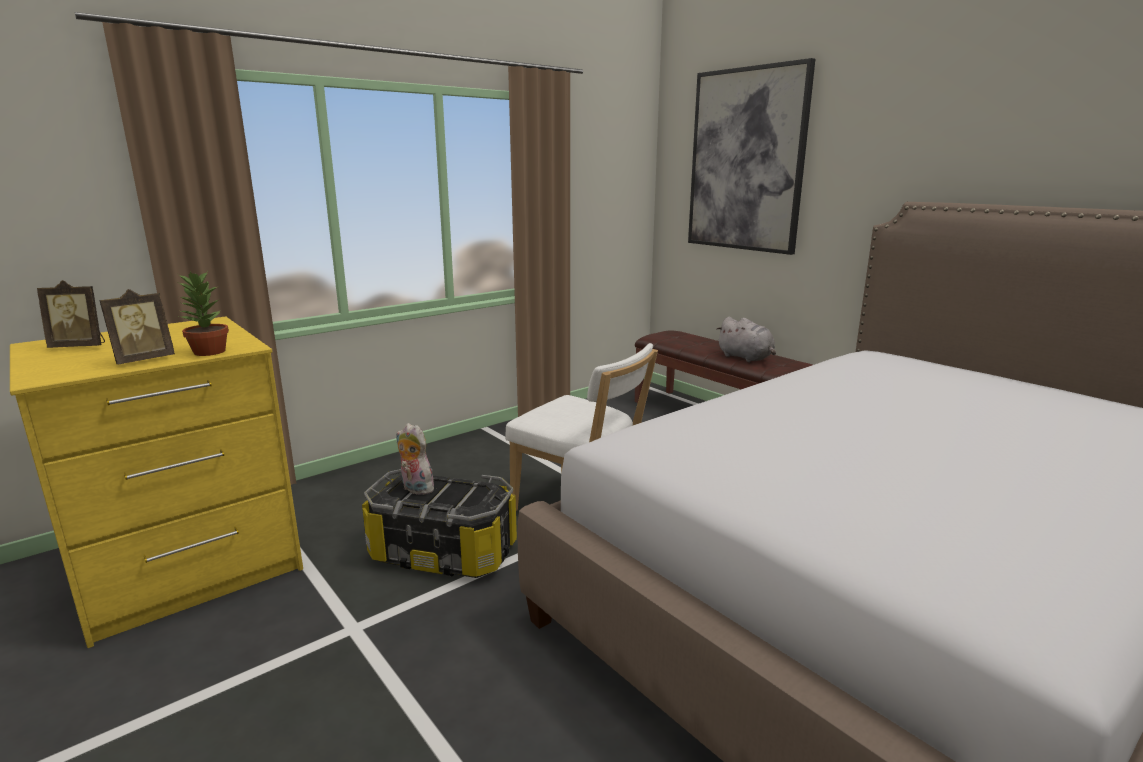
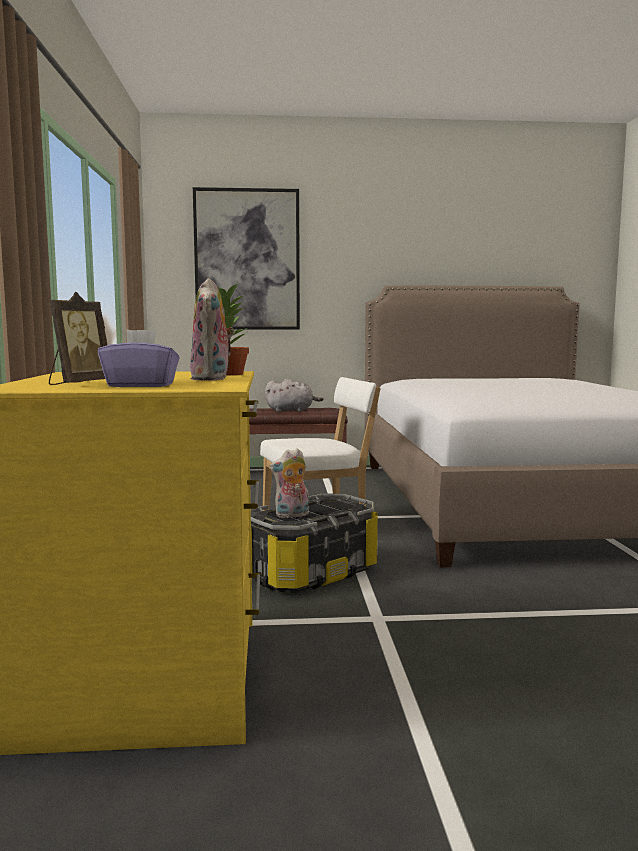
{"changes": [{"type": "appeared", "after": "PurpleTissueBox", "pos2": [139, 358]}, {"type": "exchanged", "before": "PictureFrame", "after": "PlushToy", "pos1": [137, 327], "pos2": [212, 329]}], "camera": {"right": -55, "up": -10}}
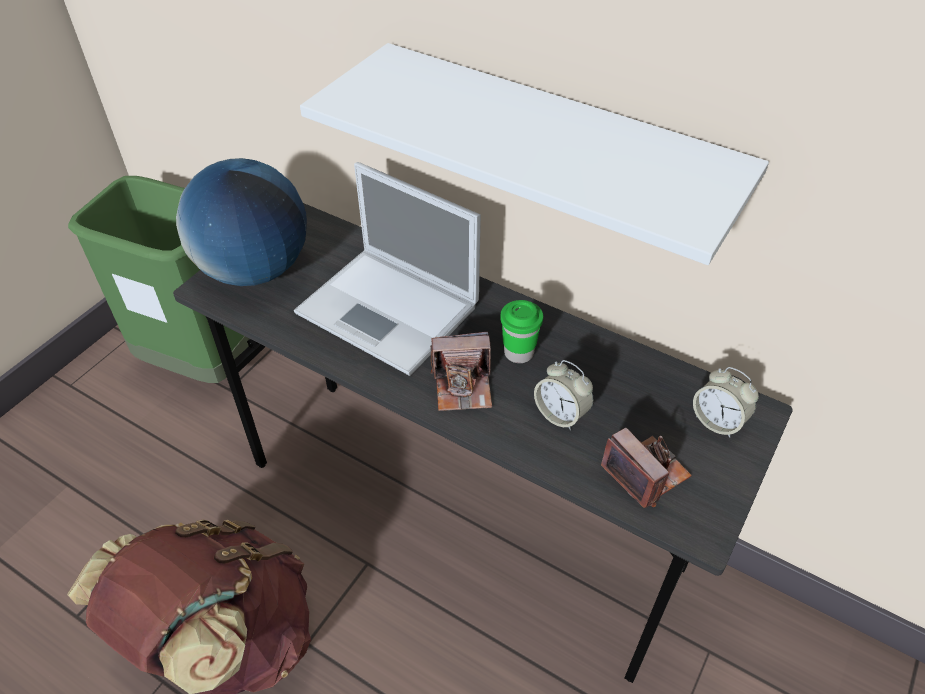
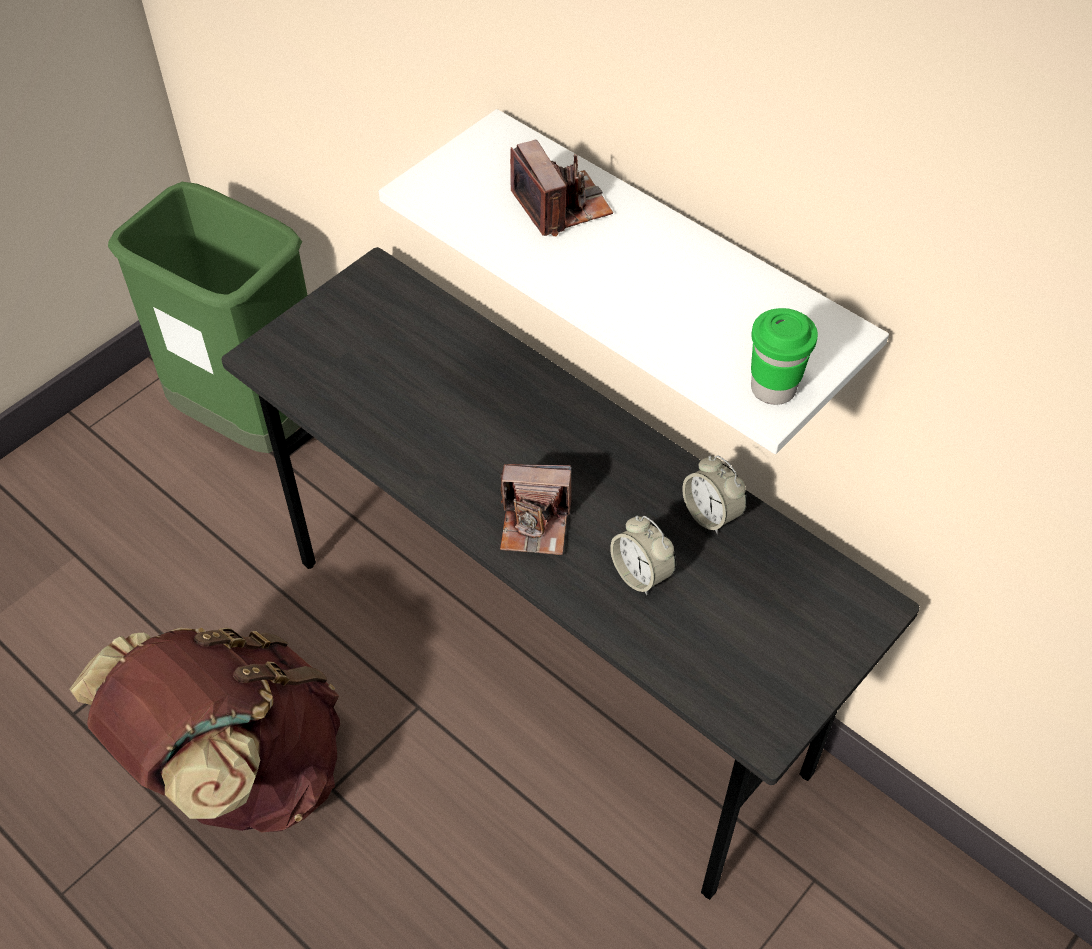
{"changes": [{"type": "missing", "before": "Globe", "pos1": [241, 222]}, {"type": "missing", "before": "Laptop", "pos1": [387, 269]}, {"type": "relocated", "before": "GreenCup", "pos1": [521, 331], "pos2": [784, 356]}, {"type": "relocated", "before": "PhotoCamera", "pos1": [646, 468], "pos2": [561, 188]}, {"type": "relocated", "before": "AlarmClock", "pos1": [726, 402], "pos2": [714, 494]}], "camera": {"right": 10, "up": 5}}
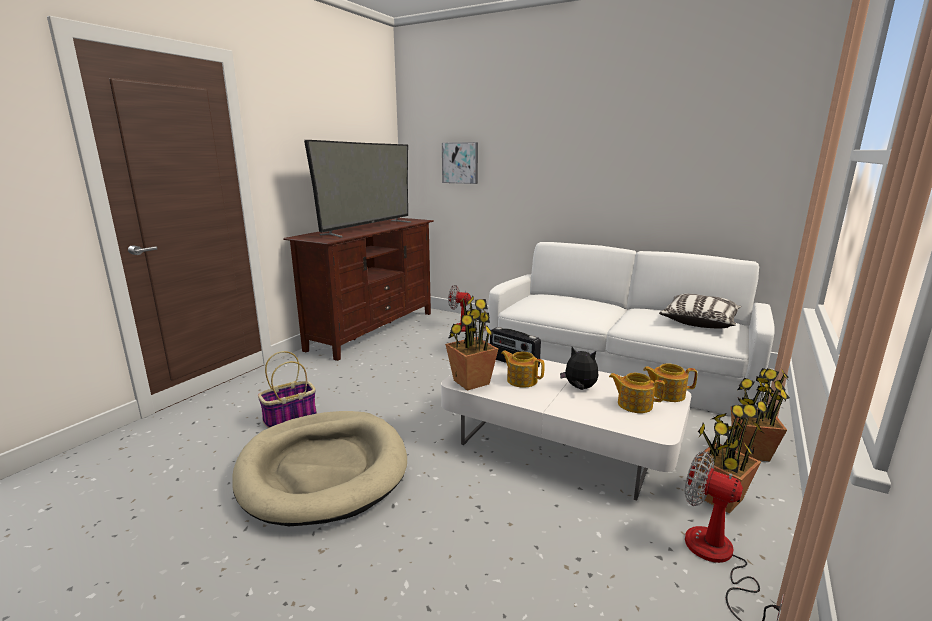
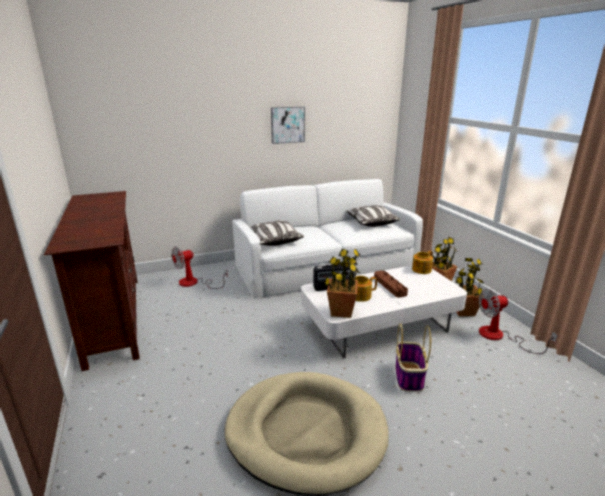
{"changes": [{"type": "missing", "before": "Television", "pos1": [357, 189]}, {"type": "missing", "before": "Teapot", "pos1": [637, 393]}, {"type": "appeared", "after": "Pillow", "pos2": [277, 233]}, {"type": "relocated", "before": "Basket", "pos1": [287, 389], "pos2": [413, 357]}, {"type": "relocated", "before": "Picture", "pos1": [460, 163], "pos2": [288, 125]}, {"type": "exchanged", "before": "PlushToy", "after": "BrownTray", "pos1": [579, 368], "pos2": [391, 284]}], "camera": {"right": -50, "up": 5}}
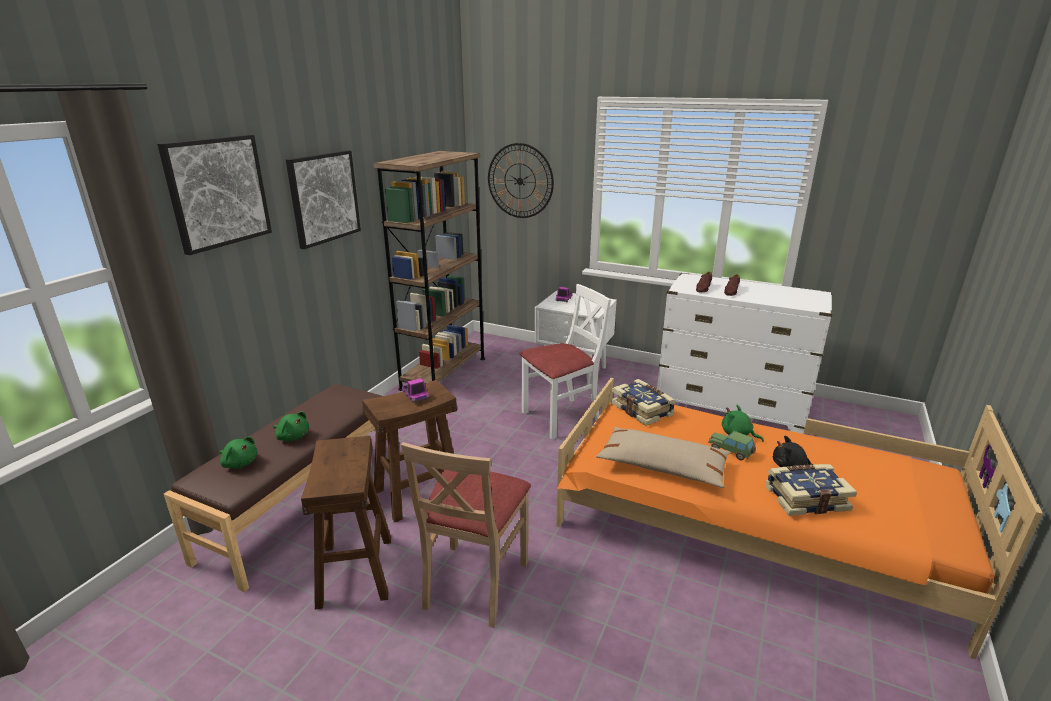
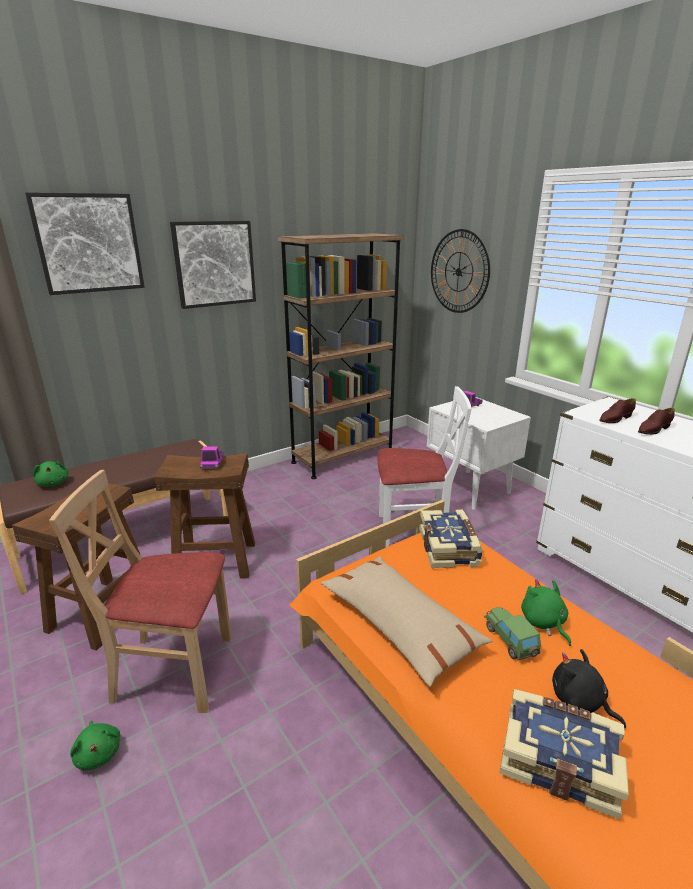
{"changes": [{"type": "relocated", "before": "GreenPlushToy", "pos1": [291, 426], "pos2": [95, 746]}, {"type": "spun", "before": "BeigeChair", "pos1": [466, 535], "pos2": [140, 591], "turn": 45}], "camera": {"right": 30, "up": 0}}
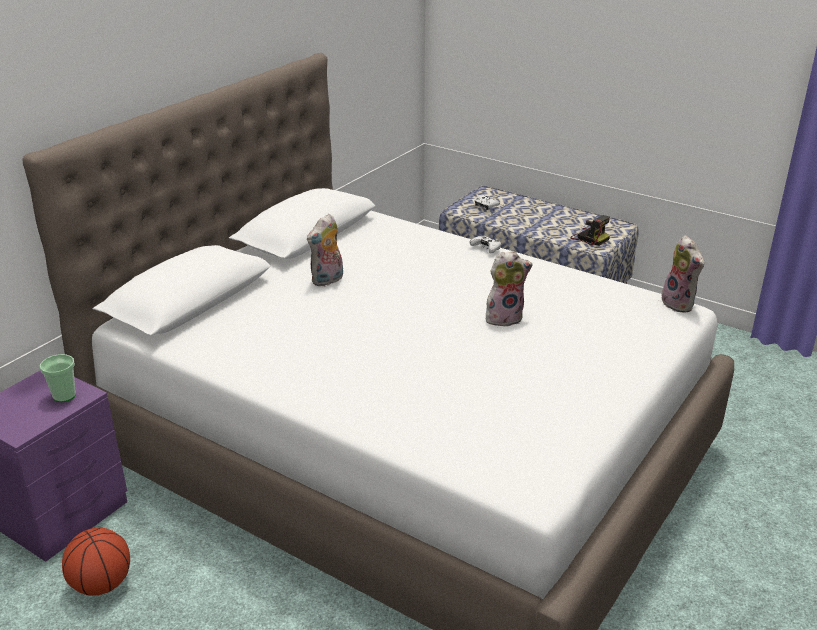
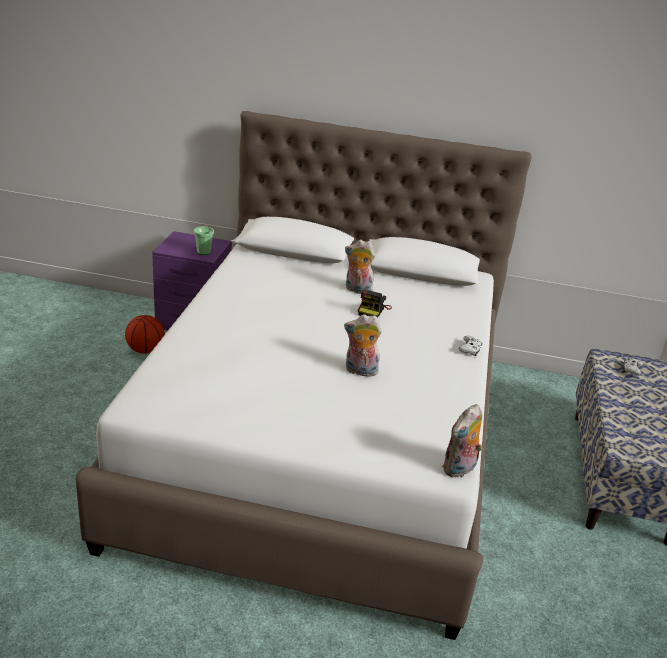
{"changes": [{"type": "relocated", "before": "PhotoCamera", "pos1": [590, 230], "pos2": [375, 303]}, {"type": "spun", "before": "PlushToy", "pos1": [509, 289], "pos2": [363, 345], "turn": 135}], "camera": {"right": 65, "up": 0}}
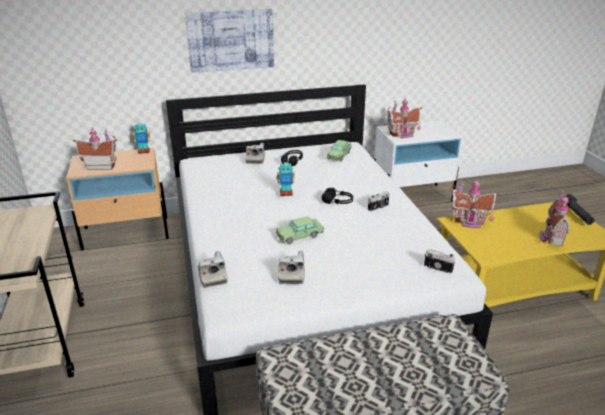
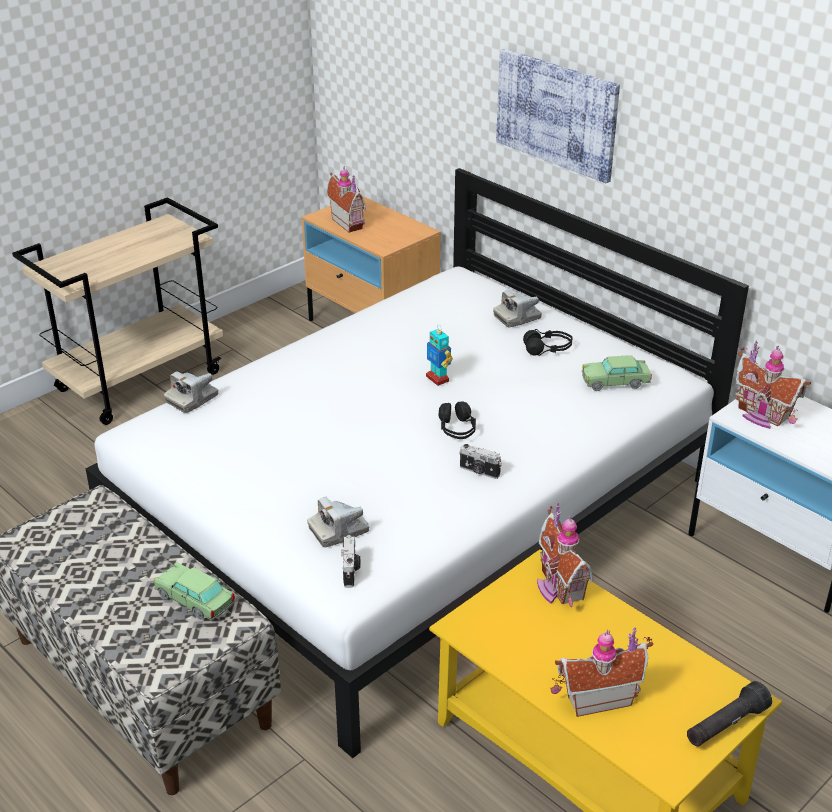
{"changes": [{"type": "missing", "before": "ToyRobot", "pos1": [141, 137]}, {"type": "relocated", "before": "ToyCar", "pos1": [300, 230], "pos2": [194, 591]}, {"type": "relocated", "before": "PhotoCamera", "pos1": [291, 267], "pos2": [338, 522]}], "camera": {"right": 60, "up": 5}}
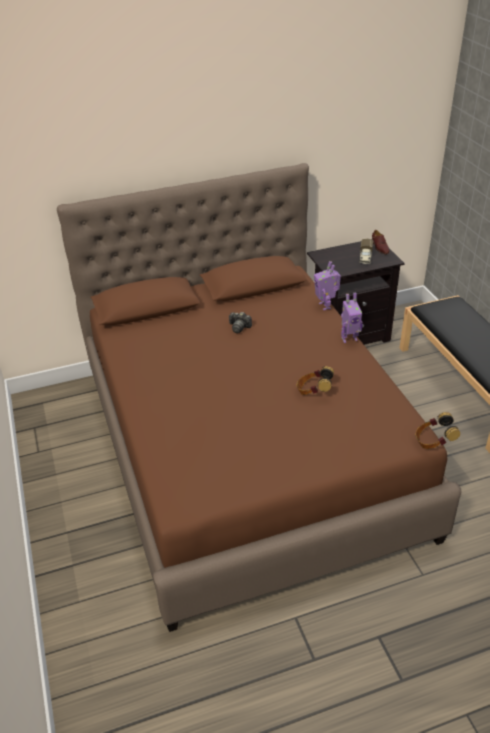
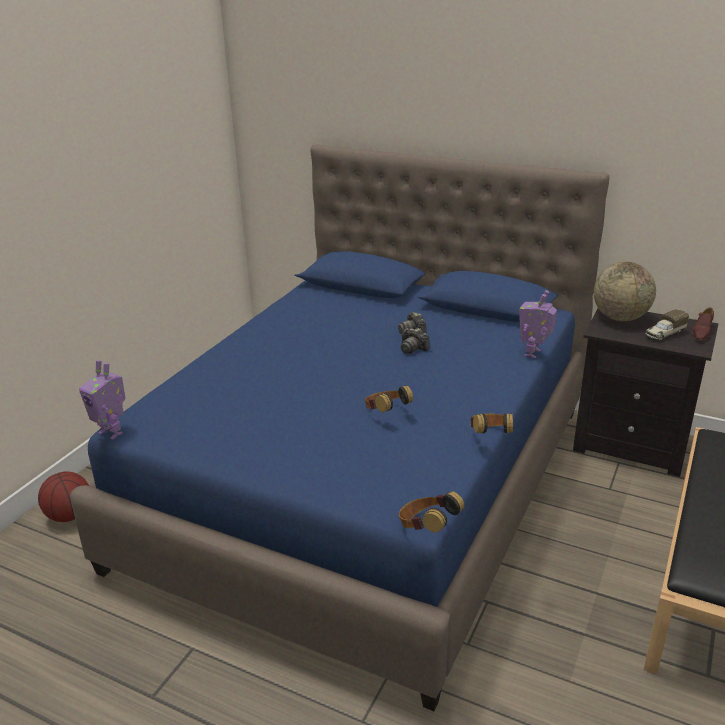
{"changes": [{"type": "appeared", "after": "Basketball", "pos2": [63, 496]}, {"type": "appeared", "after": "PhotoCamera", "pos2": [415, 341]}, {"type": "appeared", "after": "Headphones", "pos2": [491, 423]}, {"type": "appeared", "after": "Globe", "pos2": [625, 291]}, {"type": "relocated", "before": "ToyRobot", "pos1": [352, 318], "pos2": [102, 400]}, {"type": "colour", "before": "BrownBed", "after": "BlueBed", "pos1": [259, 397], "pos2": [339, 427]}], "camera": {"right": 45, "up": -10}}
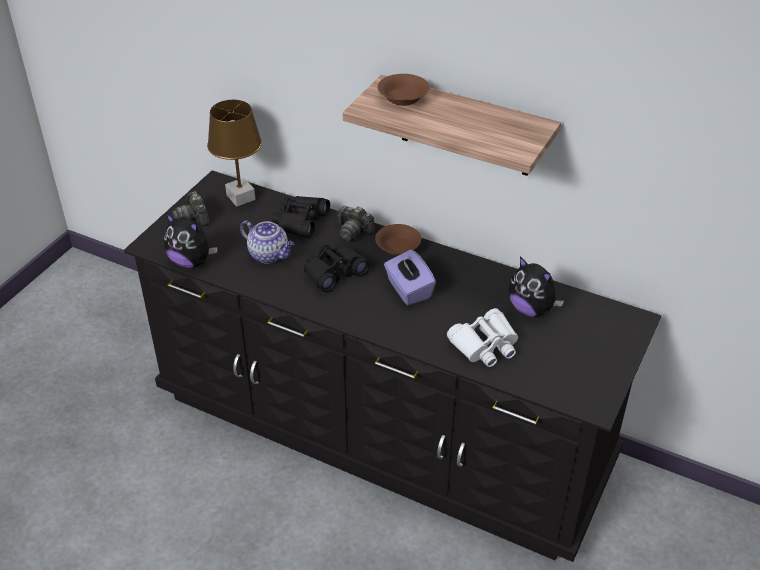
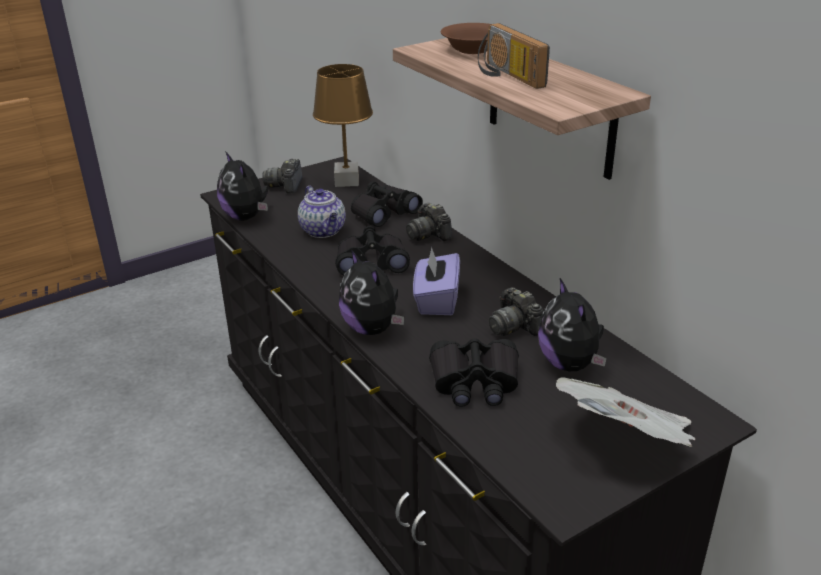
{"changes": [{"type": "missing", "before": "BrownBowl", "pos1": [398, 240]}, {"type": "appeared", "after": "PlushToy", "pos2": [371, 292]}, {"type": "appeared", "after": "Radio", "pos2": [514, 56]}, {"type": "appeared", "after": "PhotoCamera", "pos2": [516, 311]}, {"type": "appeared", "after": "Newspaper", "pos2": [625, 412]}, {"type": "colour", "before": "WhiteBinoculars", "after": "BlackBinoculars", "pos1": [482, 337], "pos2": [474, 372]}], "camera": {"right": 30, "up": -10}}
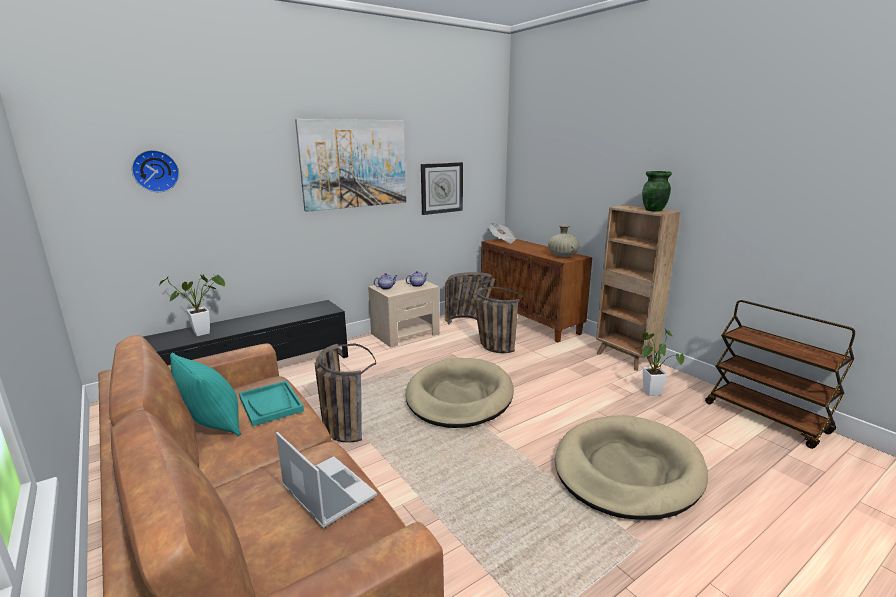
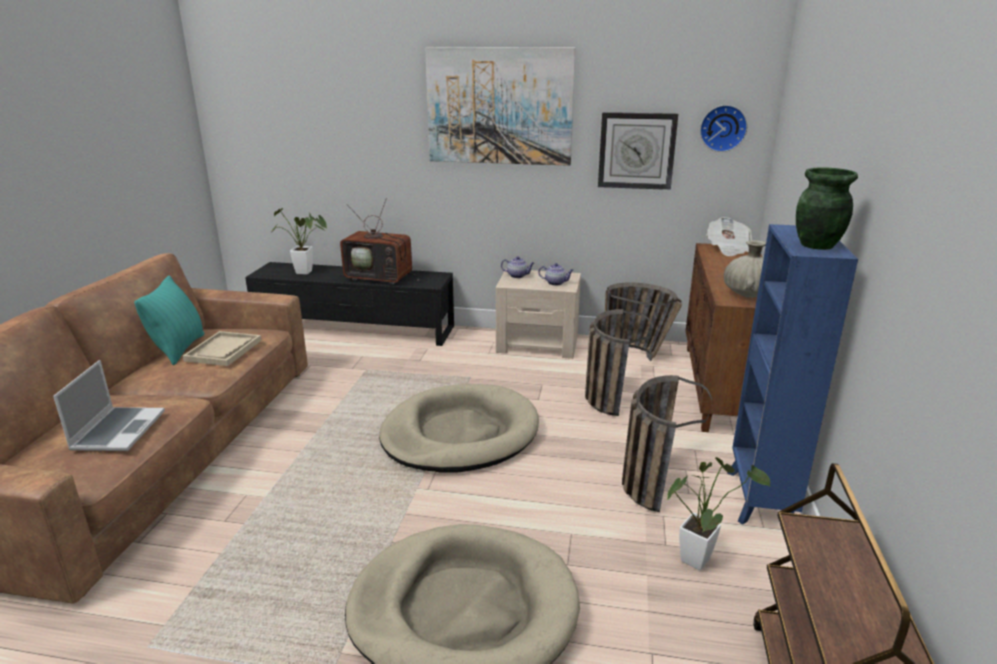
{"changes": [{"type": "appeared", "after": "Television", "pos2": [380, 241]}, {"type": "relocated", "before": "WallClock", "pos1": [155, 171], "pos2": [723, 128]}, {"type": "relocated", "before": "Basket", "pos1": [345, 393], "pos2": [667, 443]}, {"type": "colour", "before": "TurquoiseTray", "after": "BeigeTray", "pos1": [271, 404], "pos2": [222, 348]}, {"type": "colour", "before": "BrownBookcase", "after": "BlueBookcase", "pos1": [638, 288], "pos2": [792, 374]}], "camera": {"right": 45, "up": 5}}
